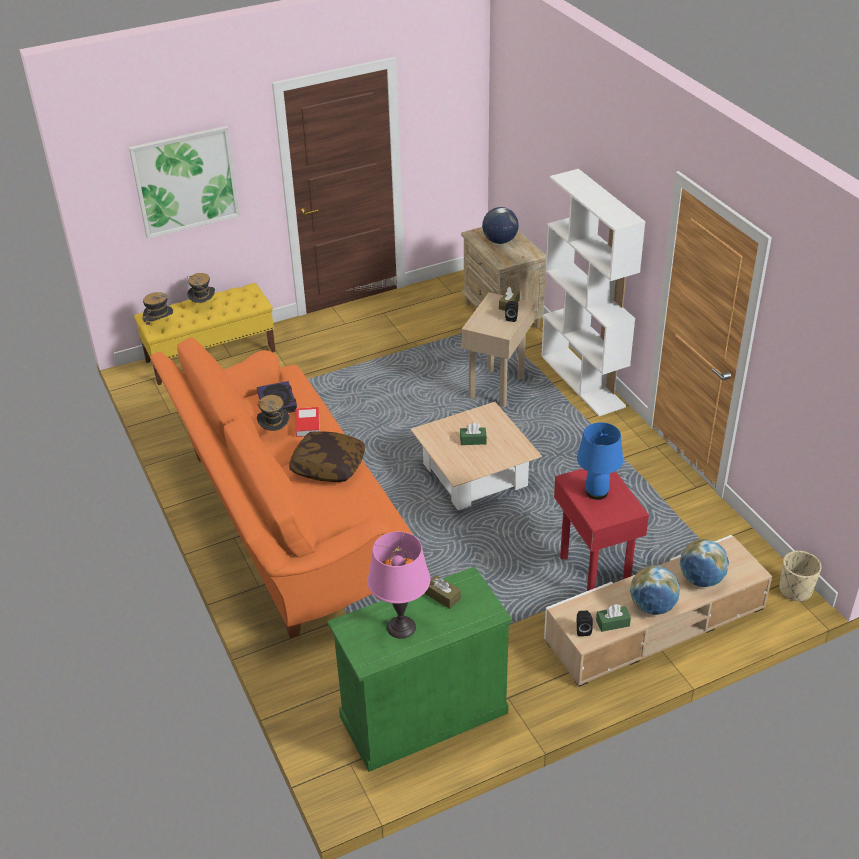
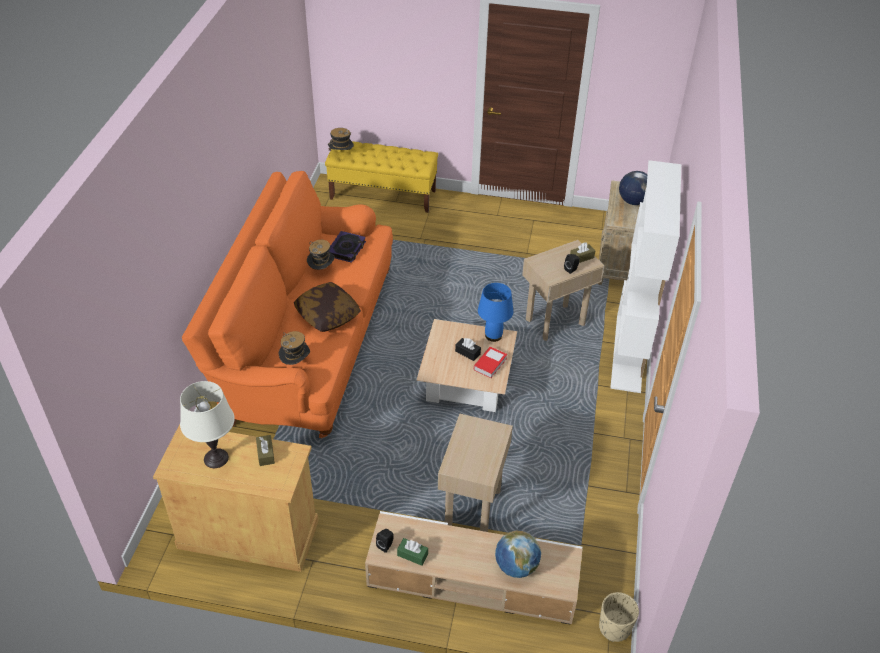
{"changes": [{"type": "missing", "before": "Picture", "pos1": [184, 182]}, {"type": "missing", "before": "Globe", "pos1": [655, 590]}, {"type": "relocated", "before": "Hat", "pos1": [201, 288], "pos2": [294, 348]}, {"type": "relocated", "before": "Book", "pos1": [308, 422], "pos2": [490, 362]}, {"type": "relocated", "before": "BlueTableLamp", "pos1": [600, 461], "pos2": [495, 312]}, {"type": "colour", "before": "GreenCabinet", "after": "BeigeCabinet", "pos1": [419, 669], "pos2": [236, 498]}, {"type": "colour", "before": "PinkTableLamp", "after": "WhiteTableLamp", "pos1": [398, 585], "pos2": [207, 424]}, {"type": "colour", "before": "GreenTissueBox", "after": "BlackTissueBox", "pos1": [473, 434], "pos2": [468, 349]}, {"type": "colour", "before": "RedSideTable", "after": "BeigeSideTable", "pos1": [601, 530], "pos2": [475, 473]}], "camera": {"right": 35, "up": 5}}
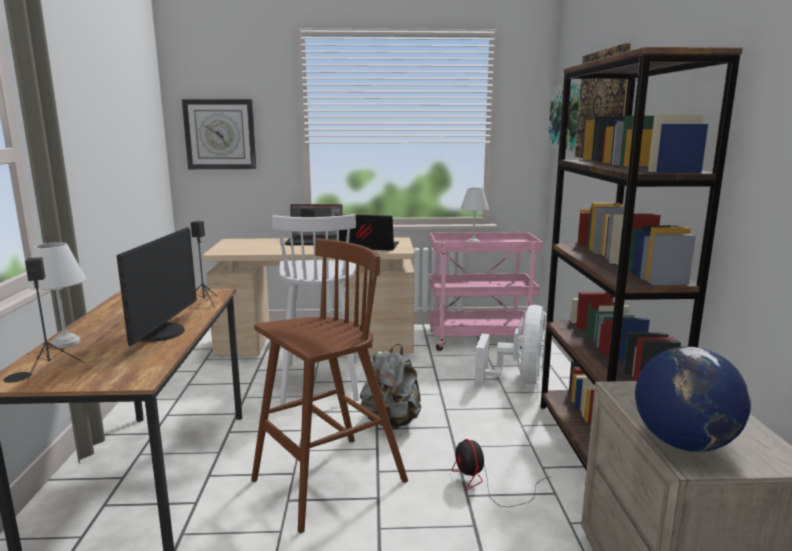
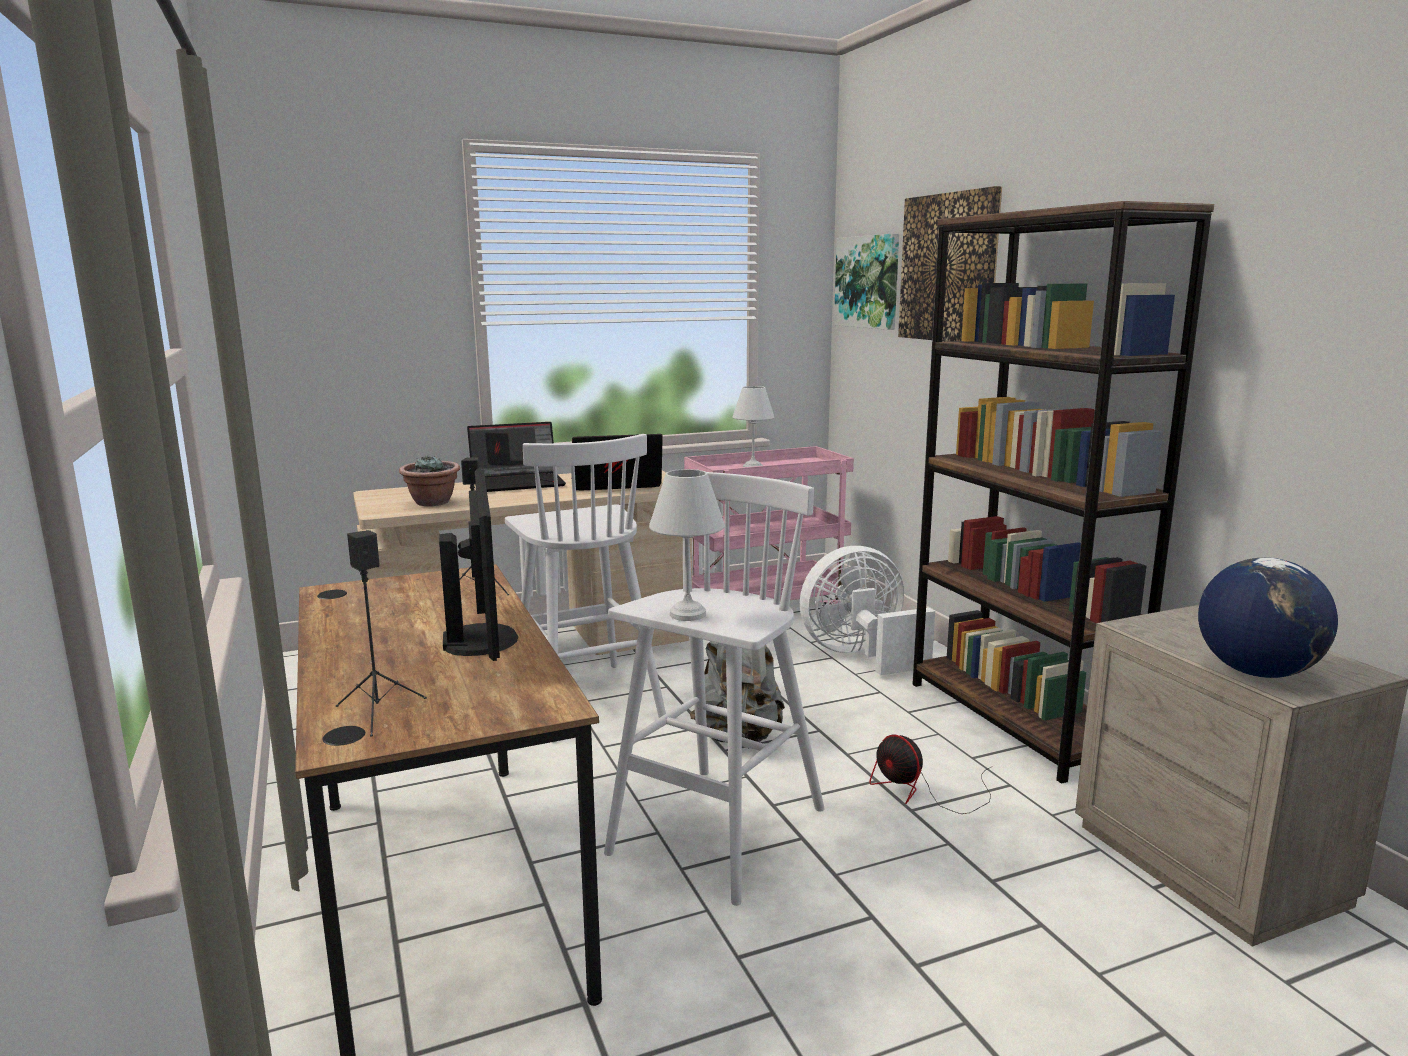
{"changes": [{"type": "missing", "before": "WallClock", "pos1": [219, 134]}, {"type": "appeared", "after": "PottedPlant", "pos2": [429, 480]}, {"type": "relocated", "before": "WhiteTableLamp", "pos1": [55, 295], "pos2": [687, 545]}, {"type": "colour", "before": "BrownStool", "after": "WhiteStool", "pos1": [329, 385], "pos2": [714, 689]}, {"type": "spun", "before": "WhiteFan", "pos1": [511, 346], "pos2": [867, 610], "turn": -105}], "camera": {"right": -20, "up": 0}}
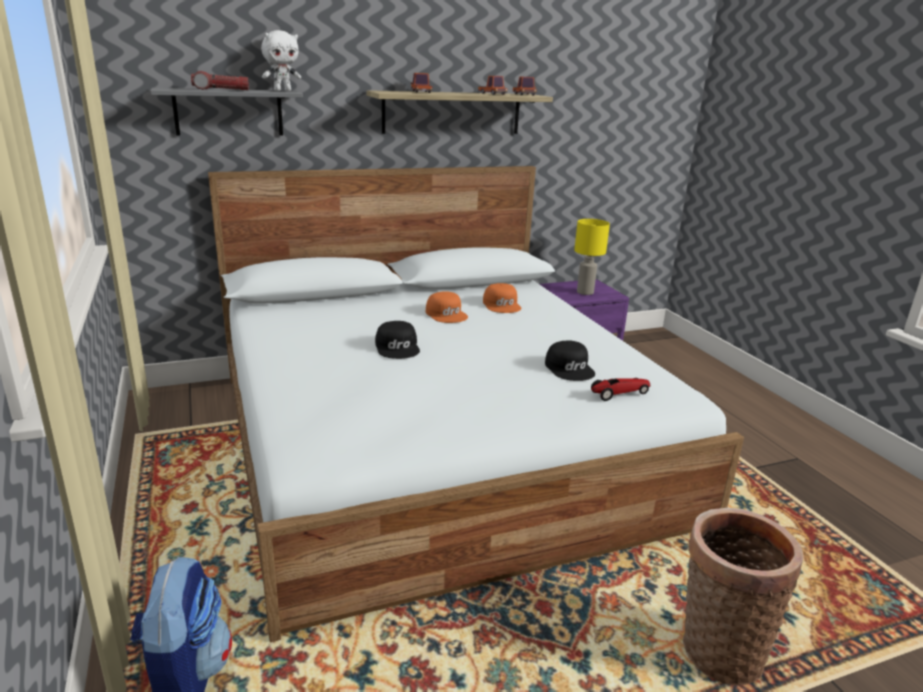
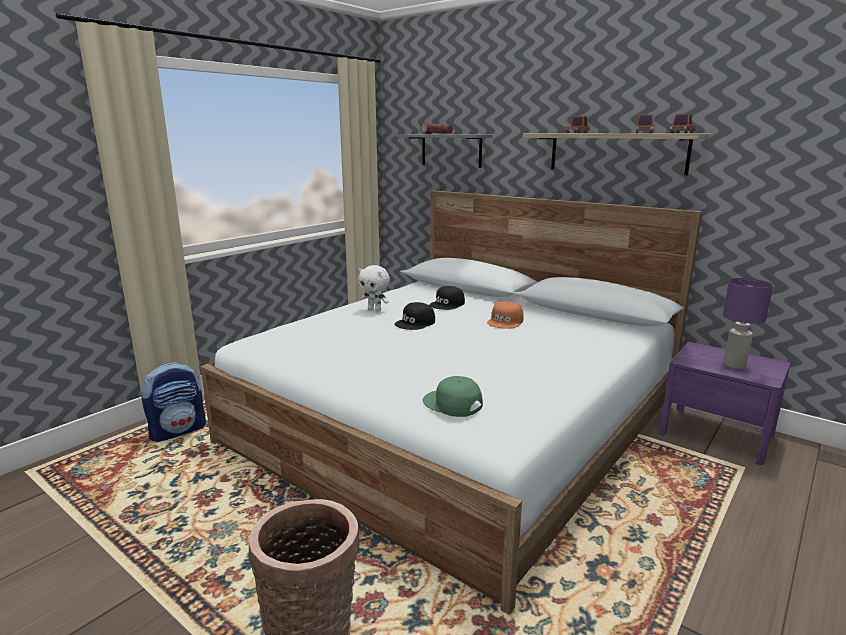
{"changes": [{"type": "missing", "before": "OrangeCap", "pos1": [502, 298]}, {"type": "relocated", "before": "WhitePlushToy", "pos1": [281, 60], "pos2": [374, 288]}, {"type": "relocated", "before": "BlackCap", "pos1": [570, 361], "pos2": [447, 298]}, {"type": "exchanged", "before": "ToyCar", "after": "GreenCap", "pos1": [620, 389], "pos2": [453, 396]}, {"type": "colour", "before": "YellowTableLamp", "after": "PurpleTableLamp", "pos1": [592, 257], "pos2": [748, 323]}], "camera": {"right": 60, "up": -5}}
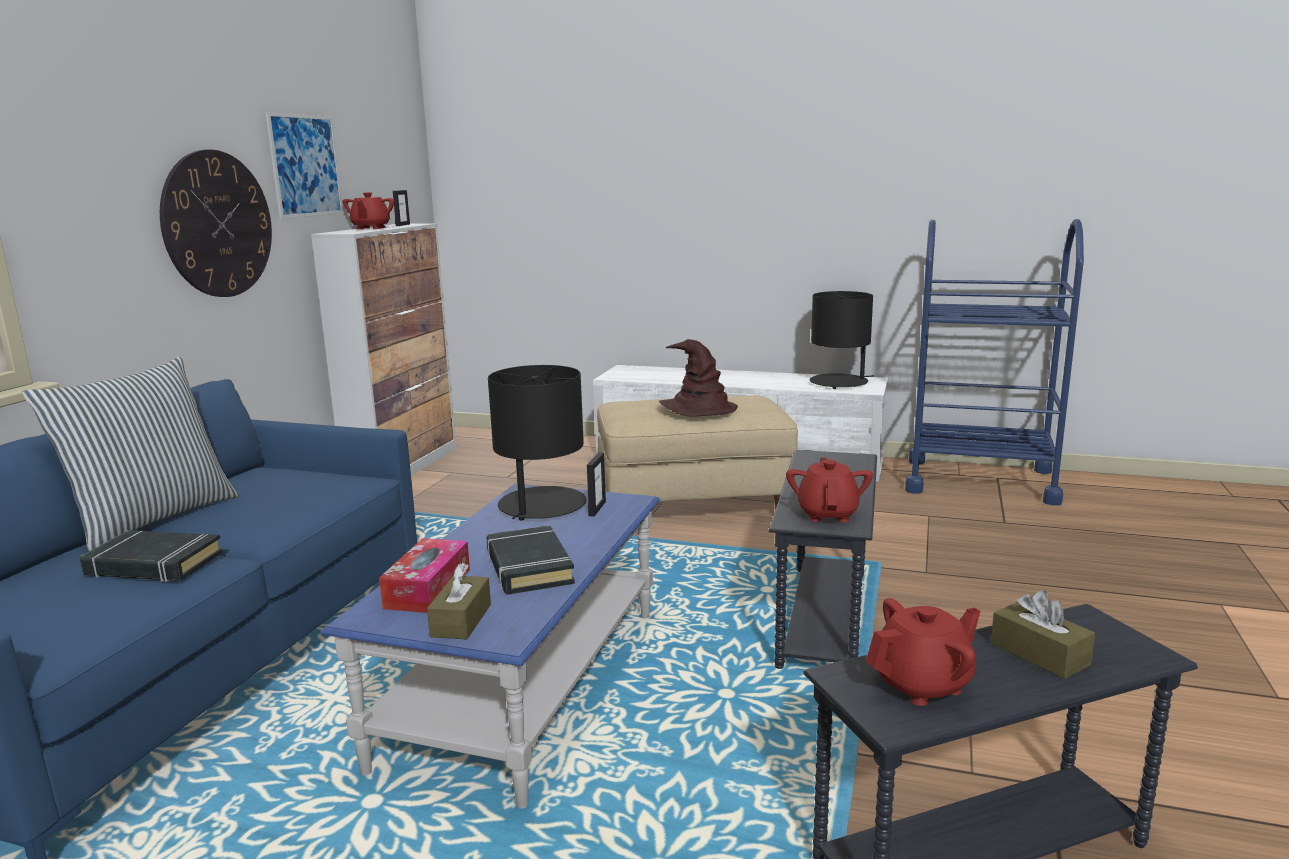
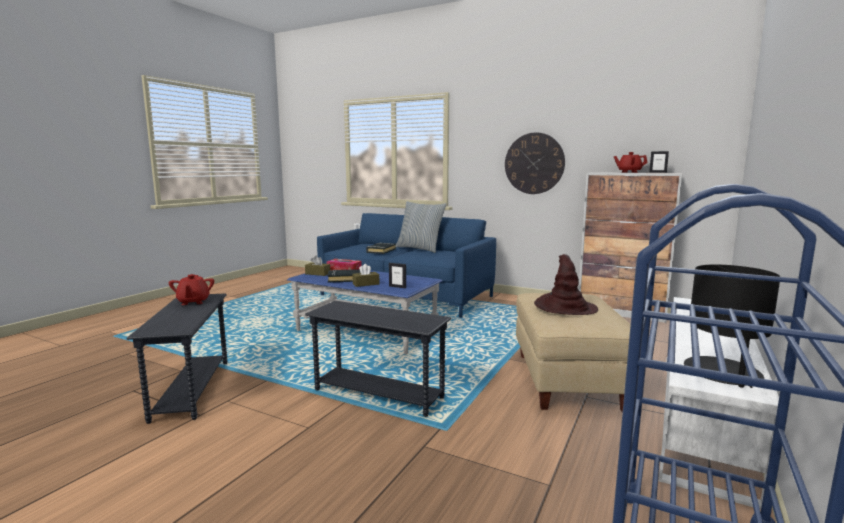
{"changes": [{"type": "missing", "before": "Picture", "pos1": [304, 165]}, {"type": "missing", "before": "BlackTableLamp", "pos1": [537, 442]}, {"type": "missing", "before": "RedTeapot", "pos1": [829, 490]}, {"type": "relocated", "before": "BrownTissueBox", "pos1": [1043, 634], "pos2": [365, 275]}], "camera": {"right": 100, "up": -5}}
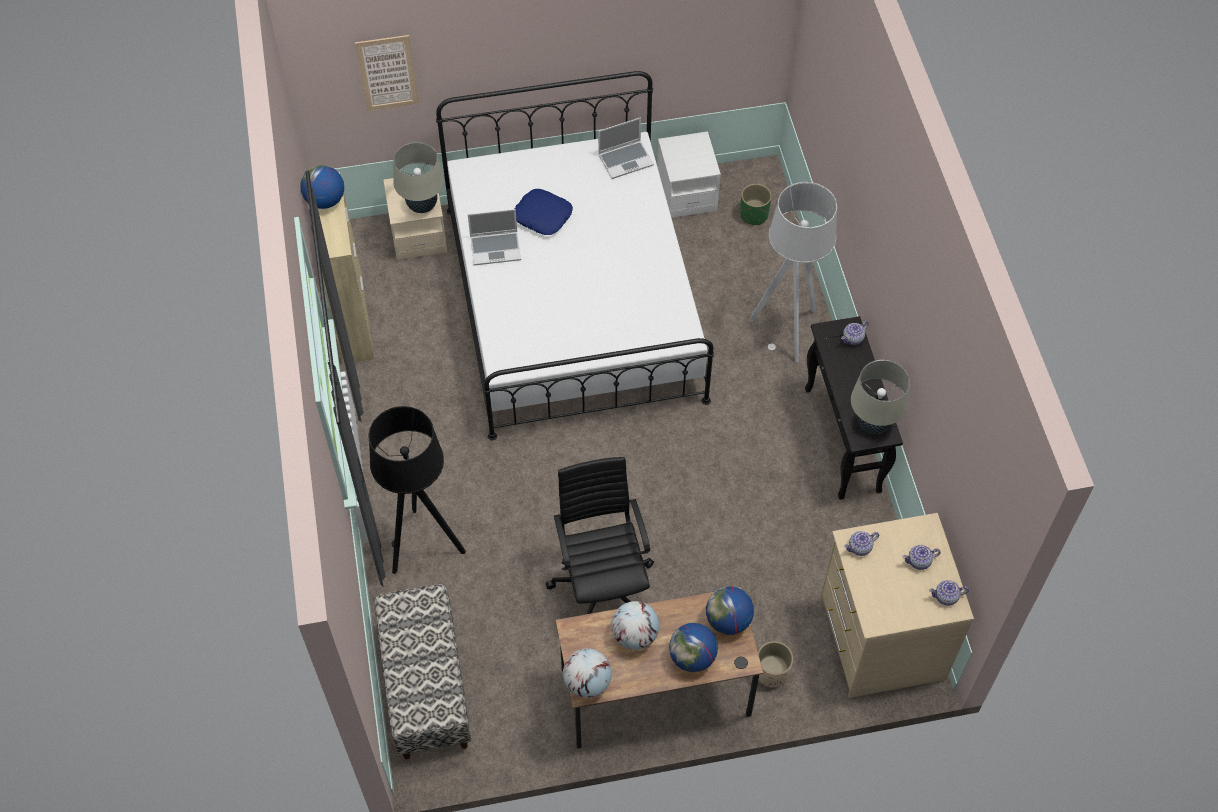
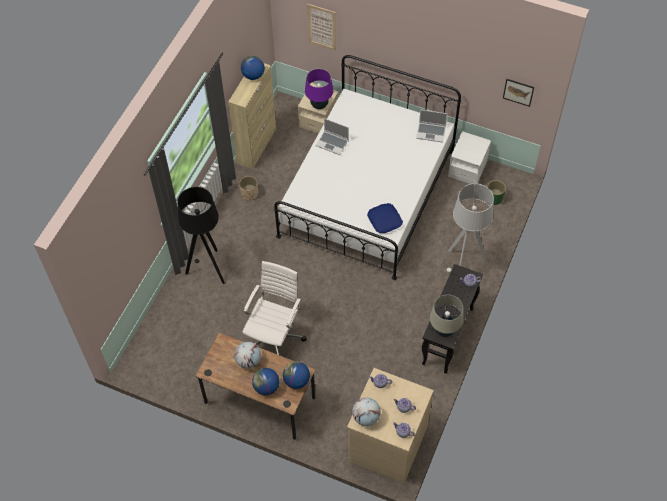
{"changes": [{"type": "missing", "before": "Bench", "pos1": [423, 671]}, {"type": "appeared", "after": "Picture", "pos2": [518, 93]}, {"type": "relocated", "before": "BluePillow", "pos1": [544, 212], "pos2": [385, 218]}, {"type": "relocated", "before": "Globe", "pos1": [587, 673], "pos2": [366, 412]}, {"type": "relocated", "before": "BeigePlanter", "pos1": [775, 664], "pos2": [248, 188]}, {"type": "colour", "before": "BeigeTableLamp", "after": "PurpleTableLamp", "pos1": [418, 177], "pos2": [319, 89]}, {"type": "colour", "before": "BlackOfficeChair", "after": "WhiteOfficeChair", "pos1": [600, 535], "pos2": [275, 308]}], "camera": {"right": 35, "up": 0}}
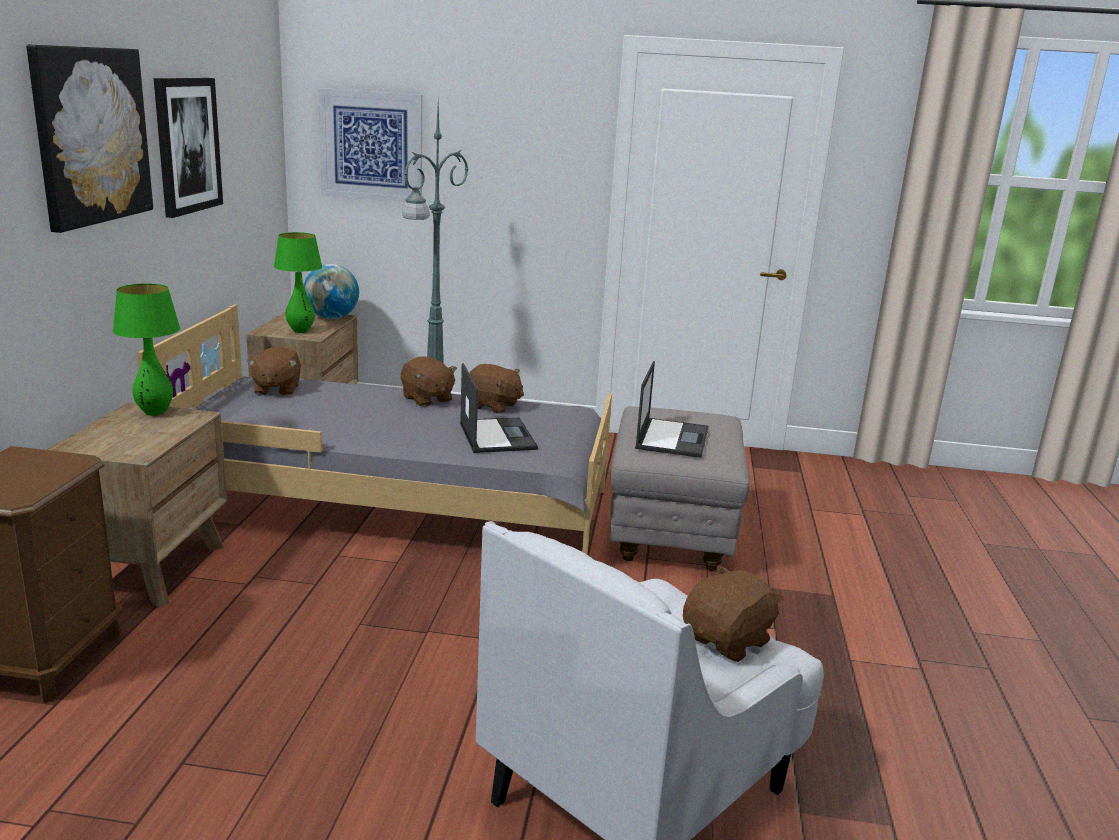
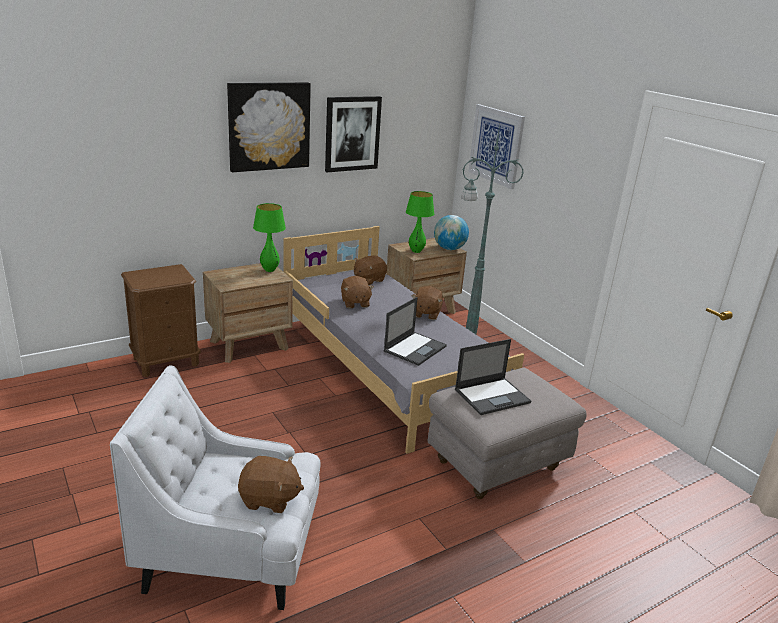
{"changes": [{"type": "relocated", "before": "BrownPlushToy", "pos1": [496, 389], "pos2": [357, 292]}], "camera": {"right": 50, "up": 5}}
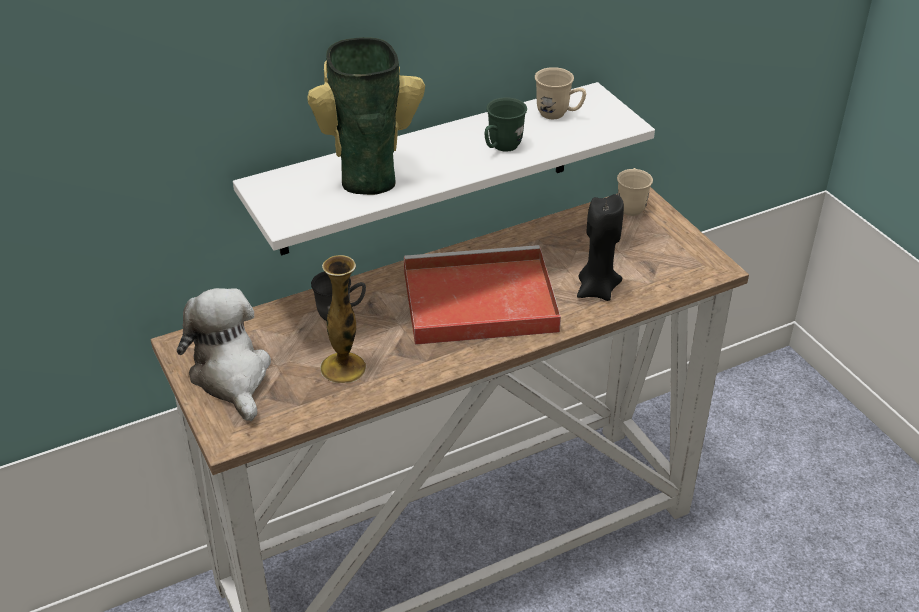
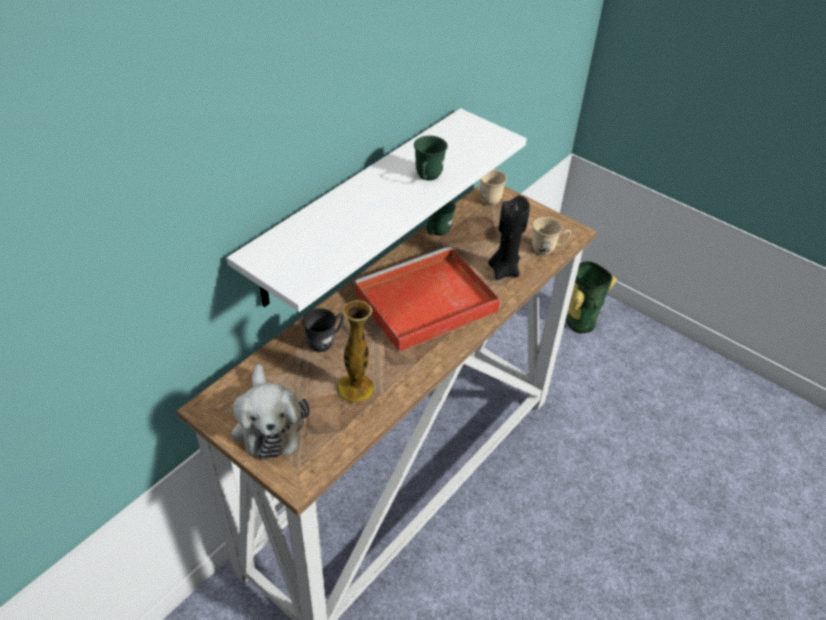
{"changes": [{"type": "appeared", "after": "GreenMug", "pos2": [441, 218]}, {"type": "relocated", "before": "Vase", "pos1": [366, 116], "pos2": [591, 297]}, {"type": "relocated", "before": "BeigeMug", "pos1": [560, 93], "pos2": [552, 236]}, {"type": "spun", "before": "PlushToy", "pos1": [224, 355], "pos2": [270, 412], "turn": -150}], "camera": {"right": -25, "up": 5}}
